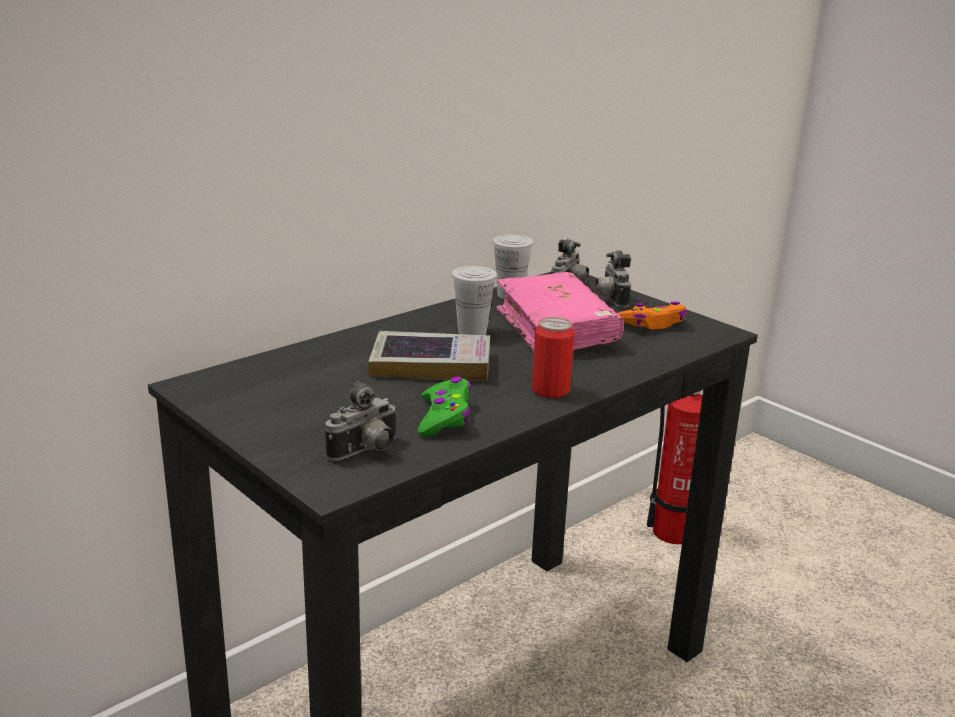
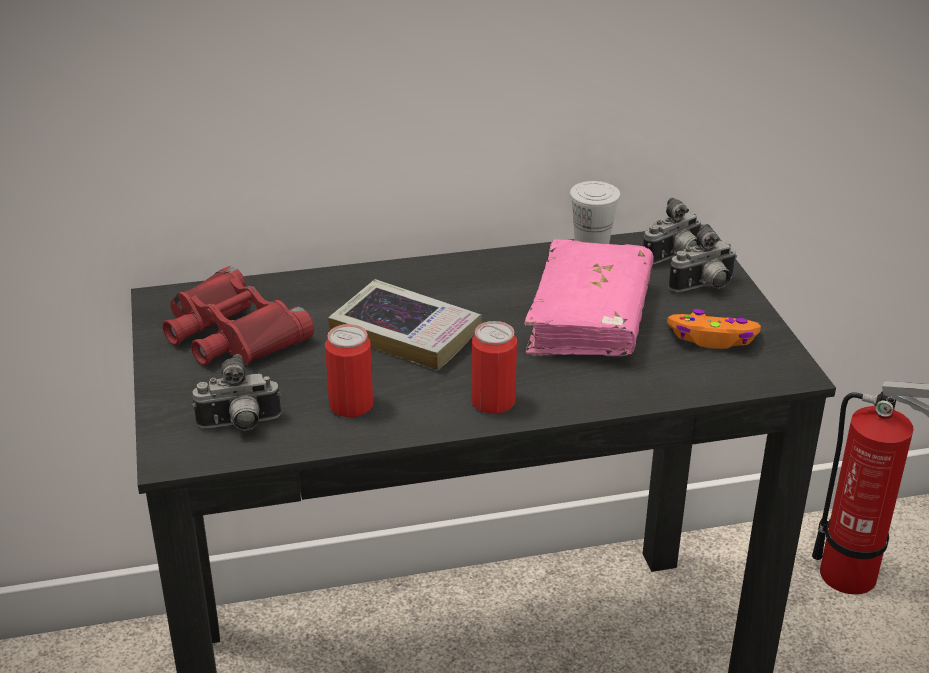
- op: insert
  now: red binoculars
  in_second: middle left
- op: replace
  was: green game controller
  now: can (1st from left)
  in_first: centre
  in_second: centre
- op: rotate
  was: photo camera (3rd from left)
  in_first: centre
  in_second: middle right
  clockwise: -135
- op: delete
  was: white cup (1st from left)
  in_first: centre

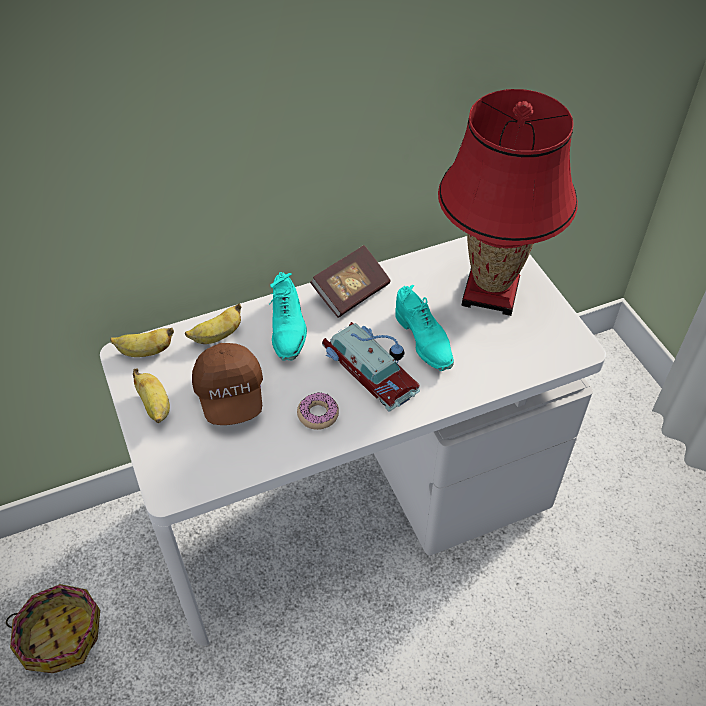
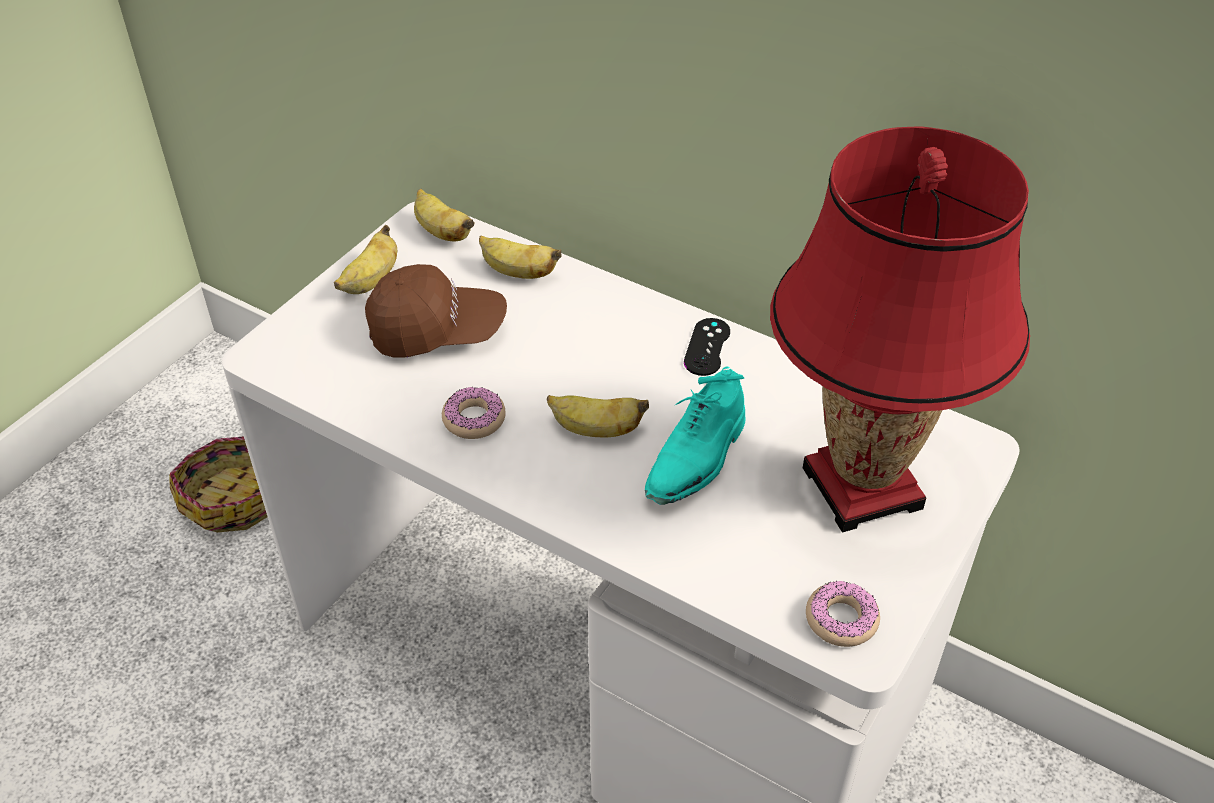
- op: rotate
  was: brown cap
  in_first: middle left
  in_second: centre
  clockwise: -135
- op: replace
  was: toy car
  now: banana (4th from left)
  in_first: centre
  in_second: centre
- op: replace
  was: book
  now: black game controller
  in_first: centre
  in_second: centre
- op: insert
  now: donut (2nd from left)
  in_second: bottom right
- op: delete
  was: turquoise shoe (1st from left)
  in_first: centre

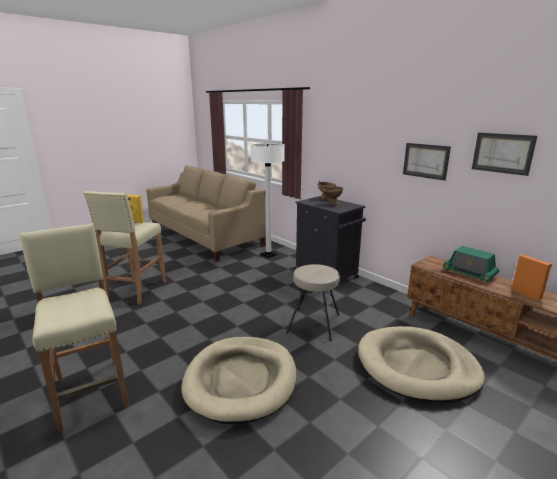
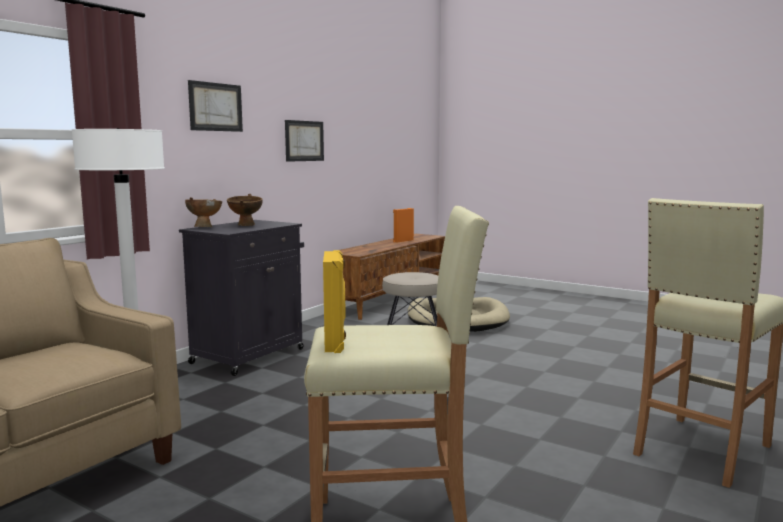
- op: move
  was: picture (2nd from left in the first image)
  now: picture (1st from left)
  in_first: top right
  in_second: top left
- op: delete
  was: beige dog bed (1st from left)
  in_first: bottom centre
- op: delete
  was: radio
  in_first: middle right

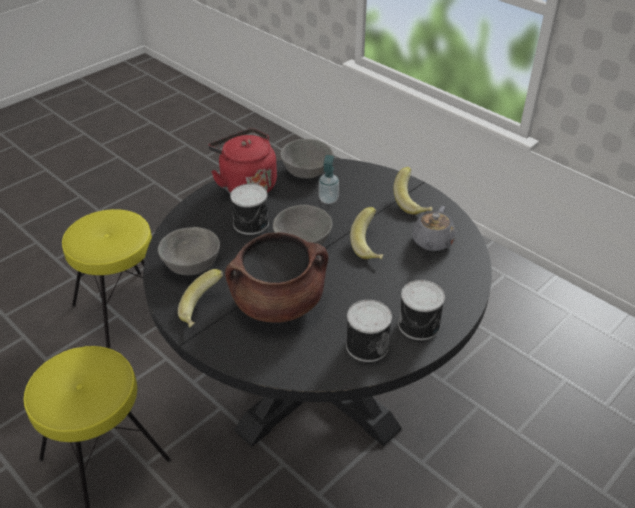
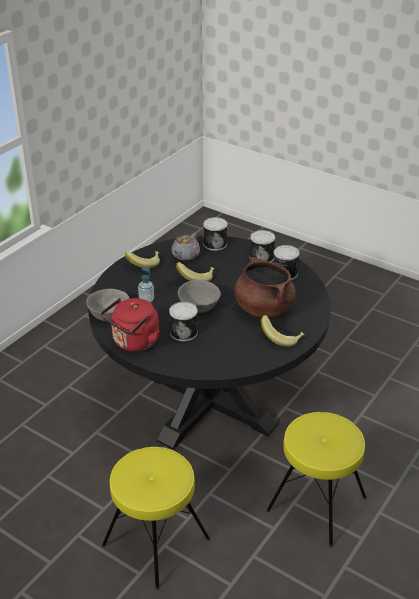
- op: rotate
  was: grey teapot
  in_first: middle right
  in_second: centre
  clockwise: 105
- op: insert
  now: can (2nd from left)
  in_second: centre
- op: delete
  was: grey bowl (1st from left)
  in_first: middle left

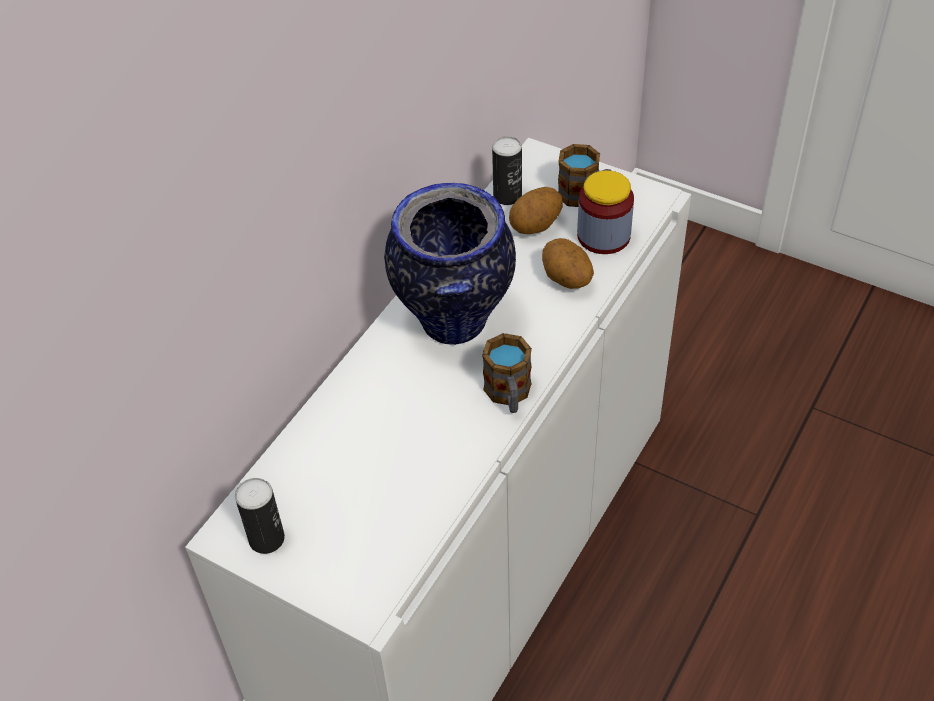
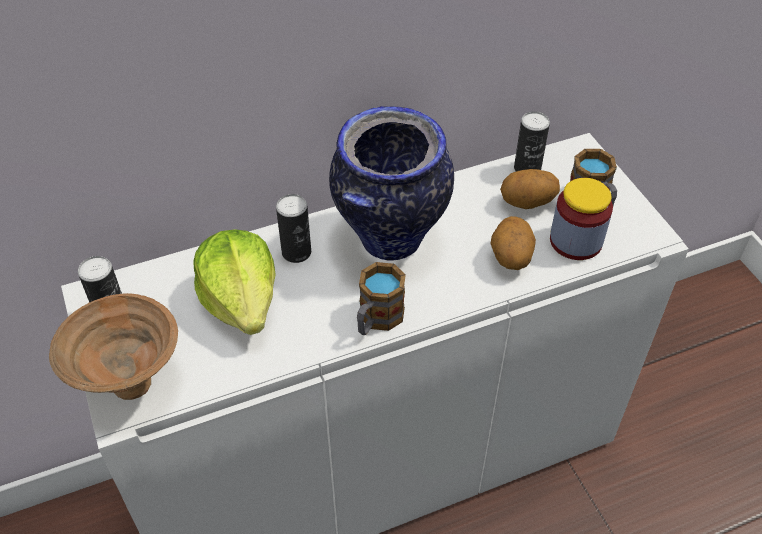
- op: insert
  now: brown bowl
  in_second: middle left
- op: insert
  now: lettuce
  in_second: middle left
- op: insert
  now: can (2nd from left)
  in_second: centre

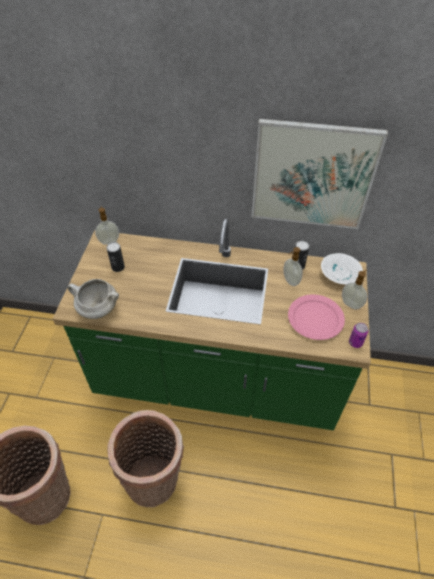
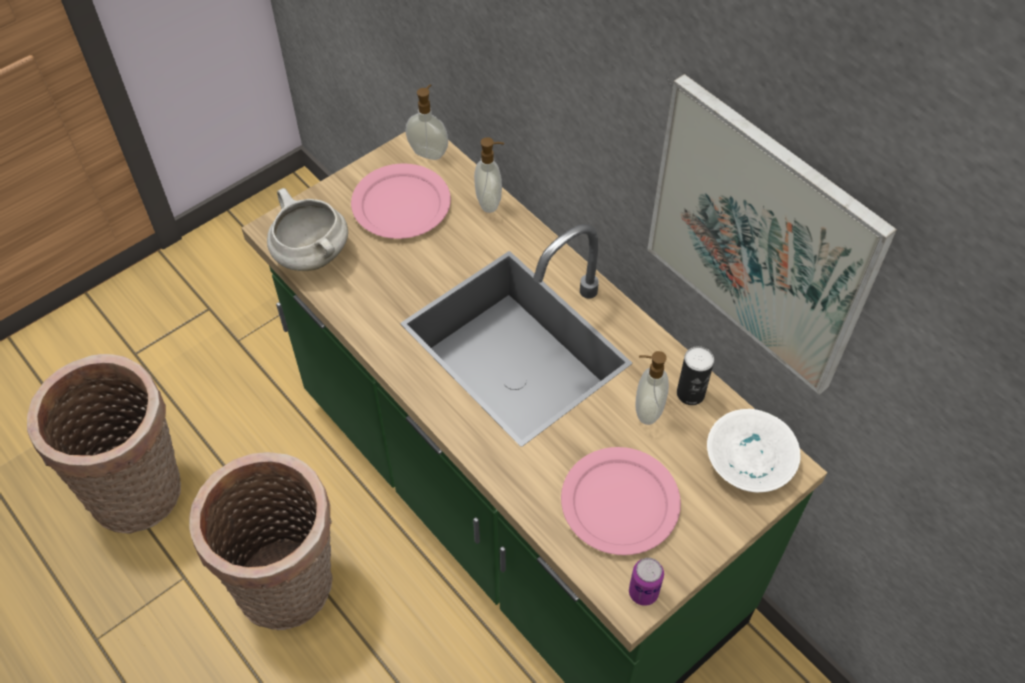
- op: replace
  was: can (1st from left)
  now: pink plate (1st from left)
  in_first: middle left
  in_second: top centre
- op: move
  was: soap dispenser (3rd from left in the first image)
  now: soap dispenser (2nd from left)
  in_first: middle right
  in_second: top centre

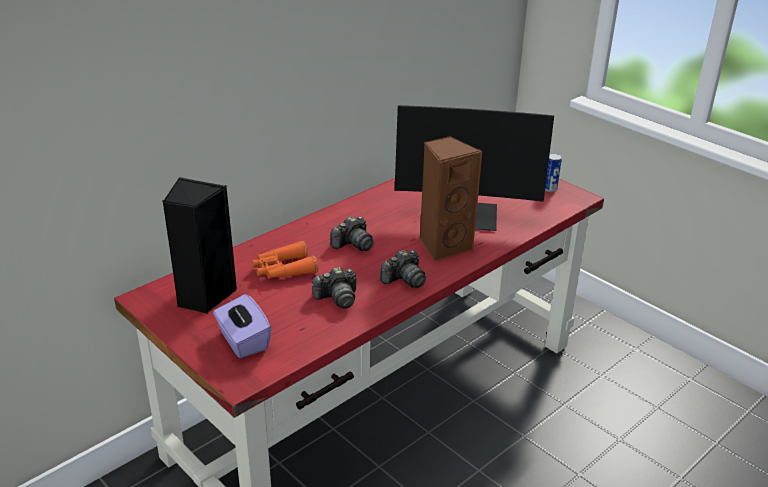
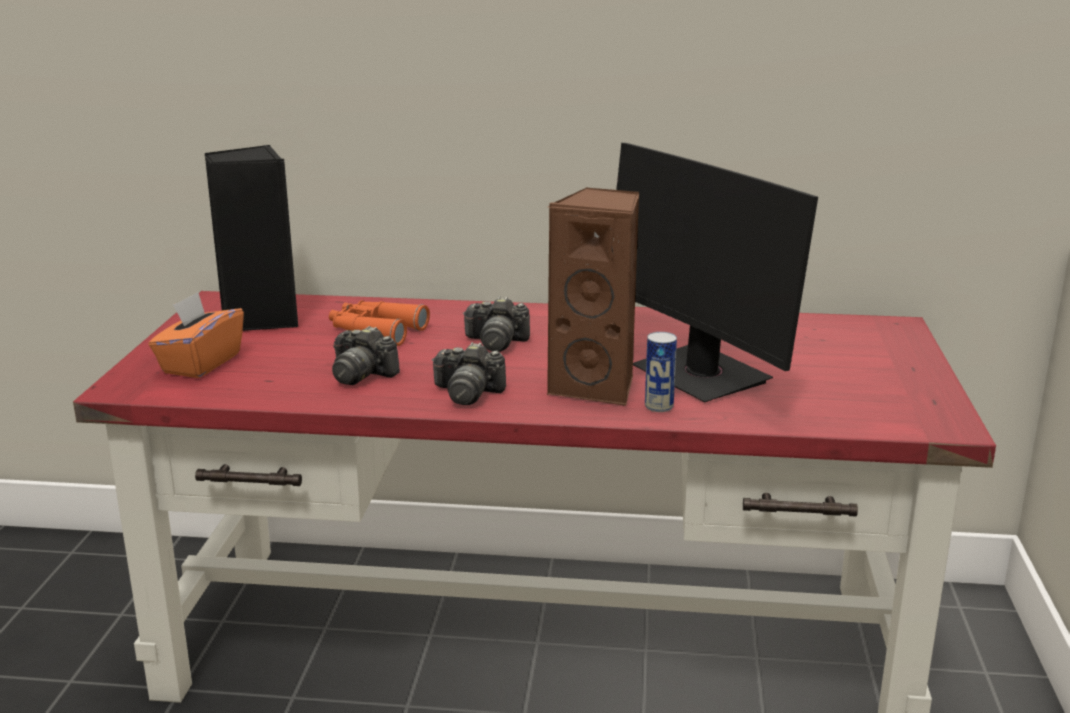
- op: recolor
  was: purple tissue box
  now: orange tissue box
  in_first: bottom left
  in_second: middle left
- op: move
  was: can
  in_first: middle right
  in_second: centre

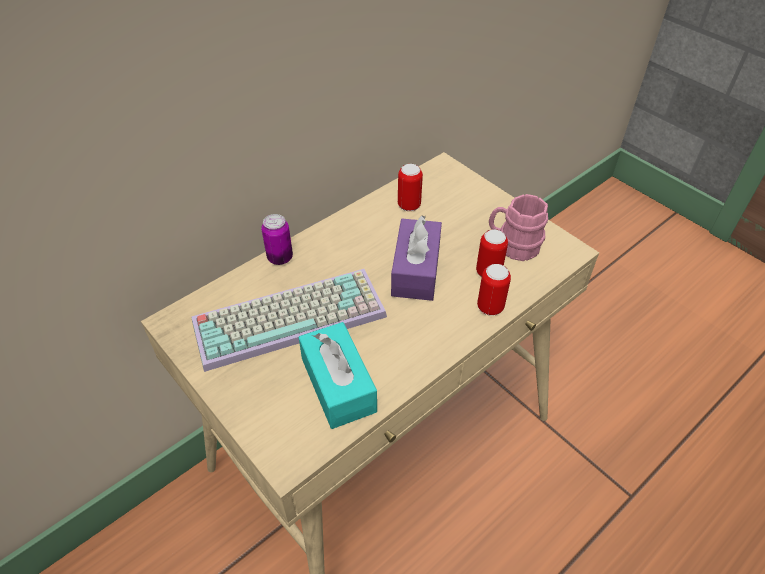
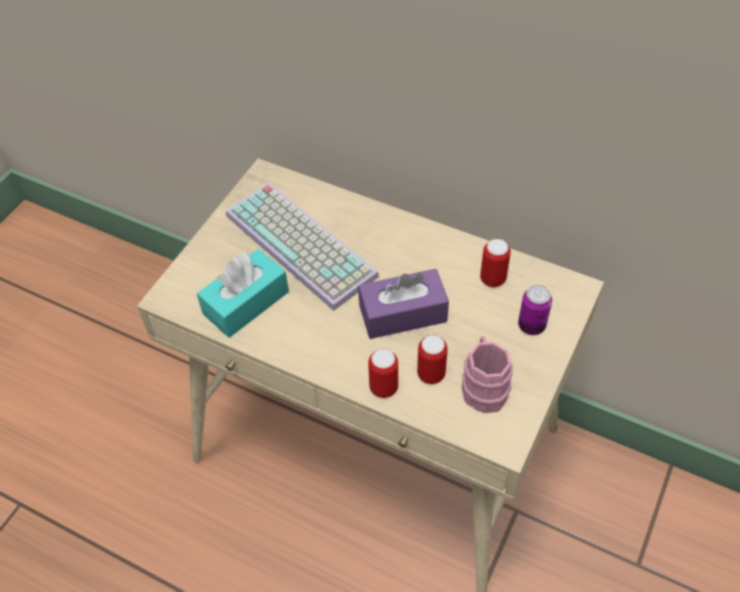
- op: move
  was: can (1st from left in the first image)
  now: can (4th from left)
  in_first: centre
  in_second: middle right

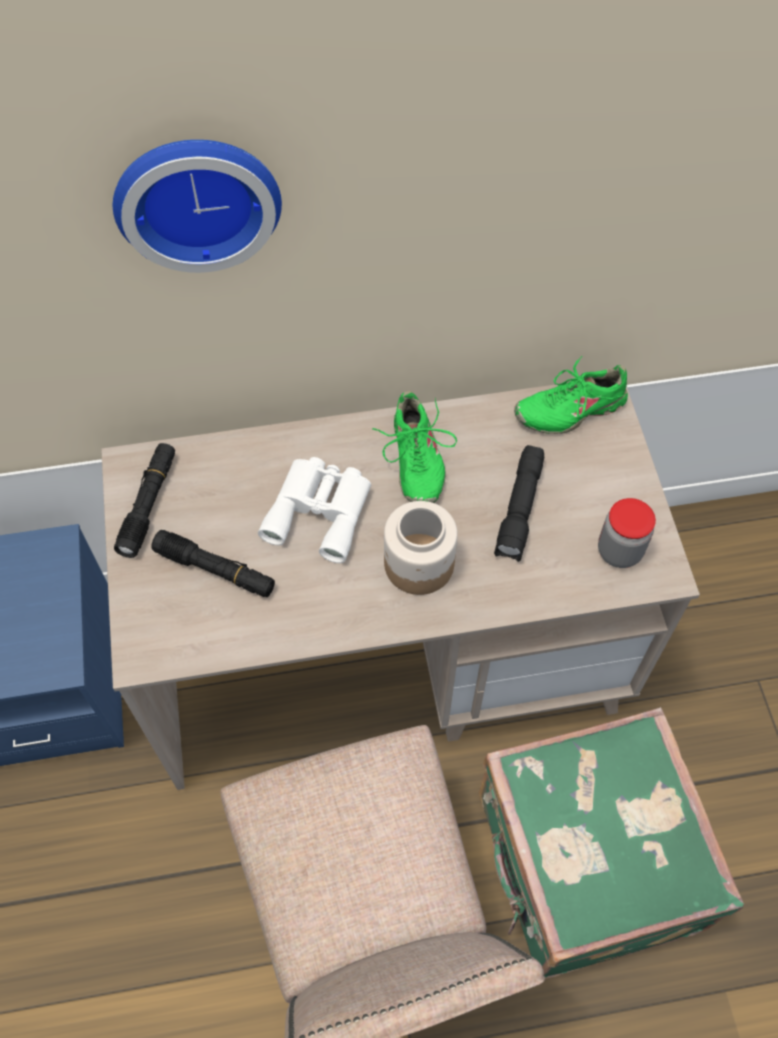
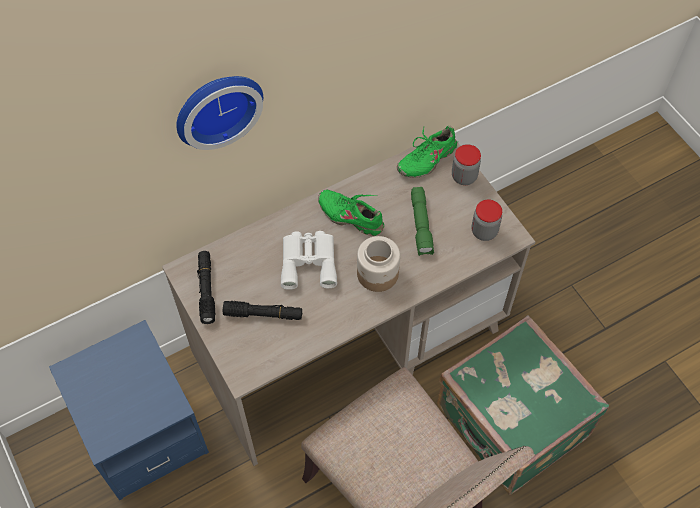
- op: rotate
  was: green shoe (1st from left)
  in_first: centre
  in_second: centre
  clockwise: 150
- op: recolor
  was: black flashlight (3rd from left)
  now: green flashlight
  in_first: middle right
  in_second: centre
- op: insert
  now: jar (2nd from left)
  in_second: top centre

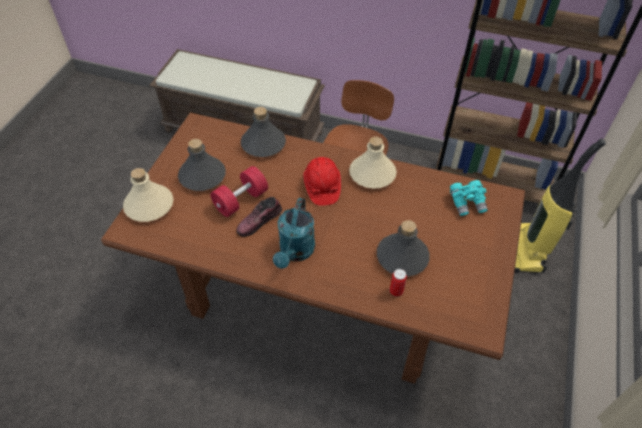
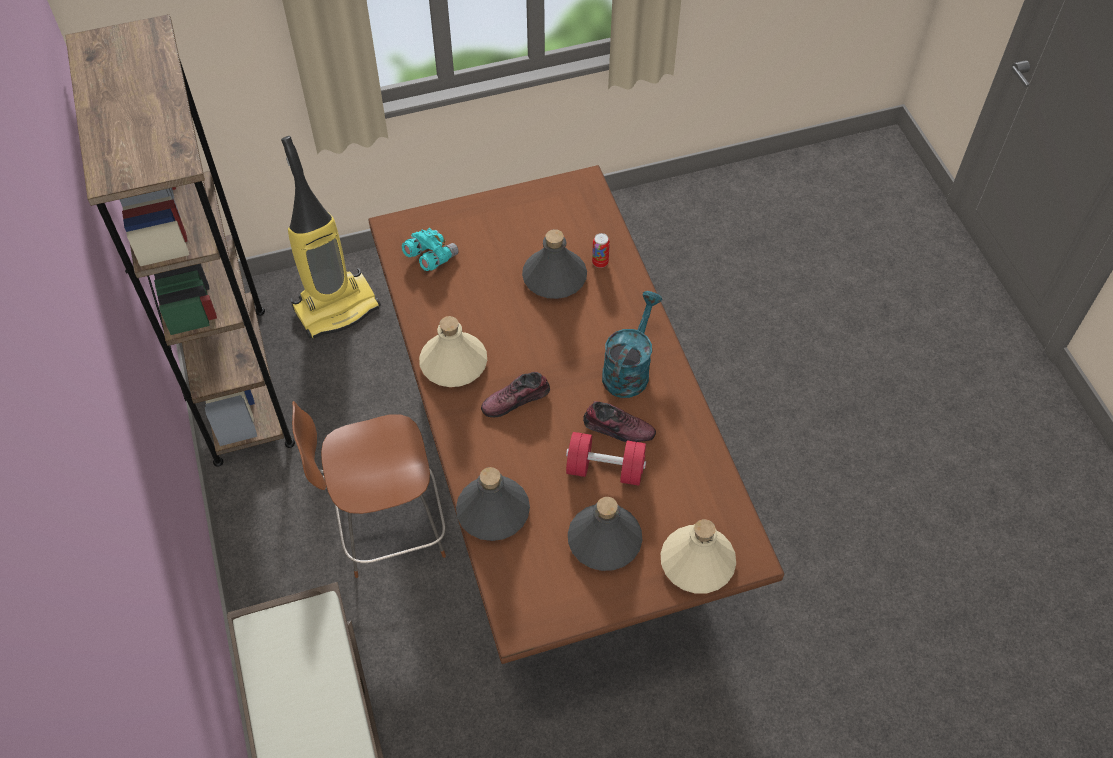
- op: replace
  was: red hard hat
  now: shoe (1st from left)
  in_first: centre
  in_second: centre
- op: rotate
  was: turquoise watering can
  in_first: centre
  in_second: centre
  clockwise: -45

